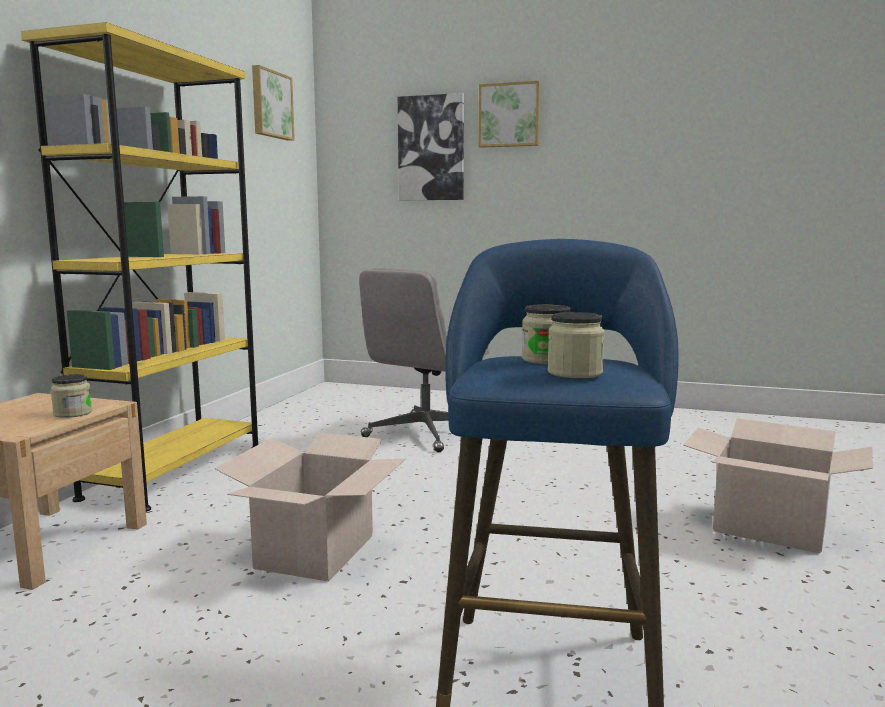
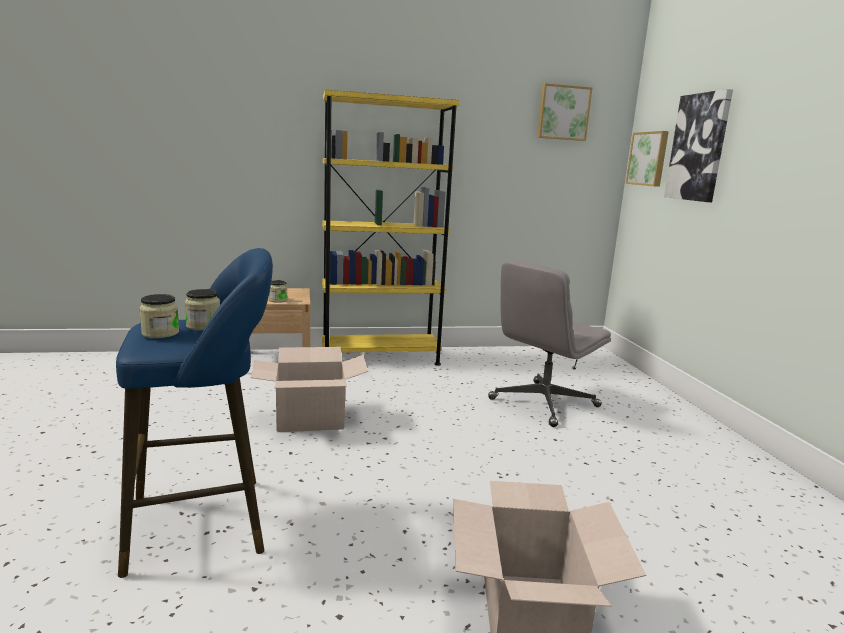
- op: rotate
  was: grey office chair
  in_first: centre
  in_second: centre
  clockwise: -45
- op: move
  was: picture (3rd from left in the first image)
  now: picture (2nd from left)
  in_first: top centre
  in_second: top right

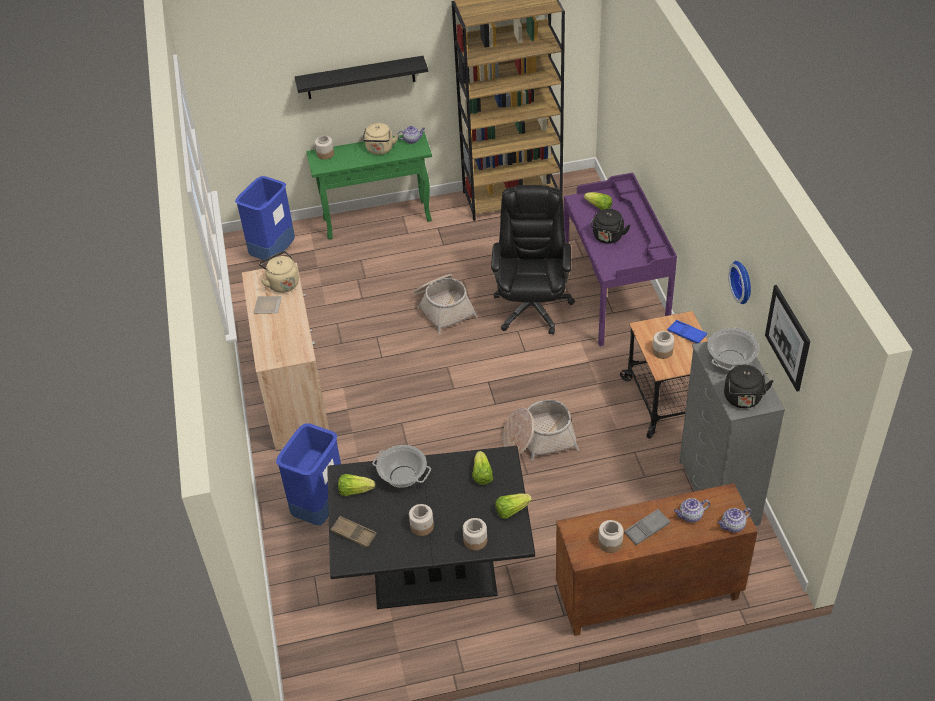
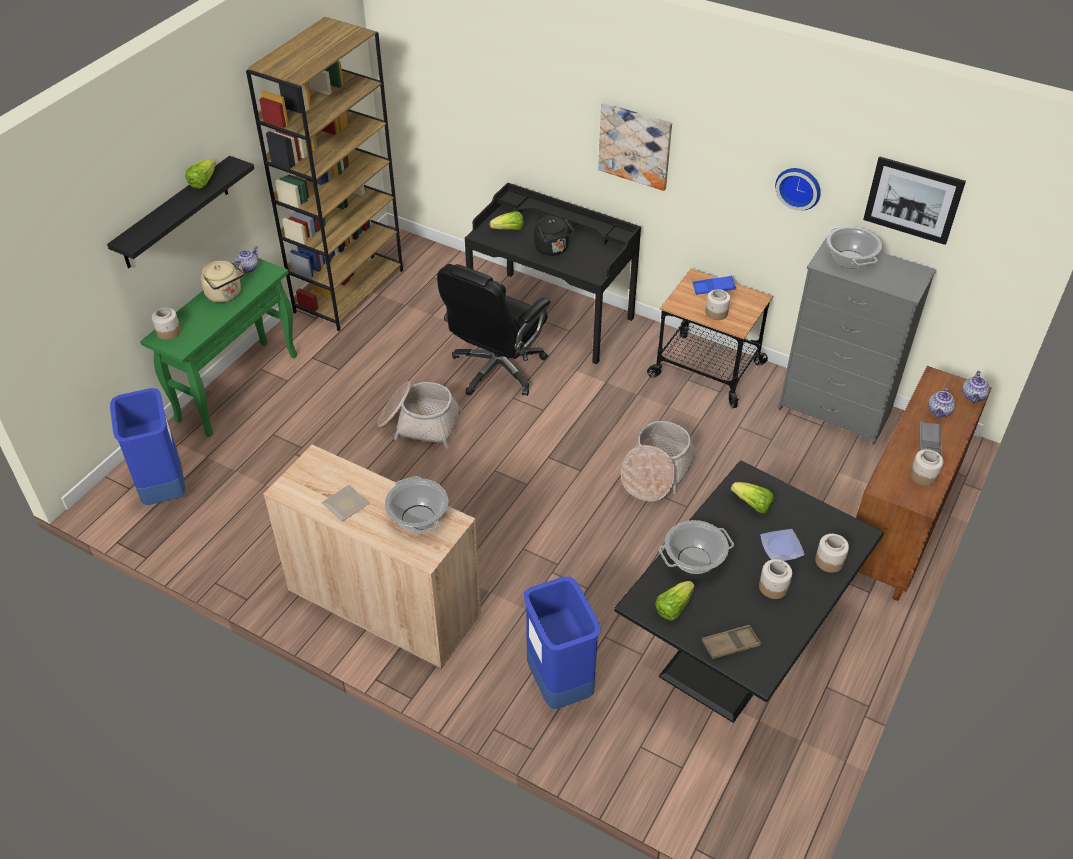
- op: move
  was: lettuce (3rd from left in the first image)
  now: lettuce (1st from left)
  in_first: bottom centre
  in_second: top left
- op: insert
  now: cooking pot (1st from left)
  in_second: centre
- op: rotate
  was: black office chair
  in_first: centre
  in_second: centre
  clockwise: -105
- op: recolor
  was: purple desk
  now: black desk
  in_first: centre
  in_second: top centre
- op: insert
  now: picture (1st from left)
  in_second: top centre
- op: insert
  now: plate (2nd from left)
  in_second: middle right
- op: delete
  was: beige kettle (1st from left)
  in_first: middle left
- op: delete
  was: black kettle (2nd from left)
  in_first: middle right

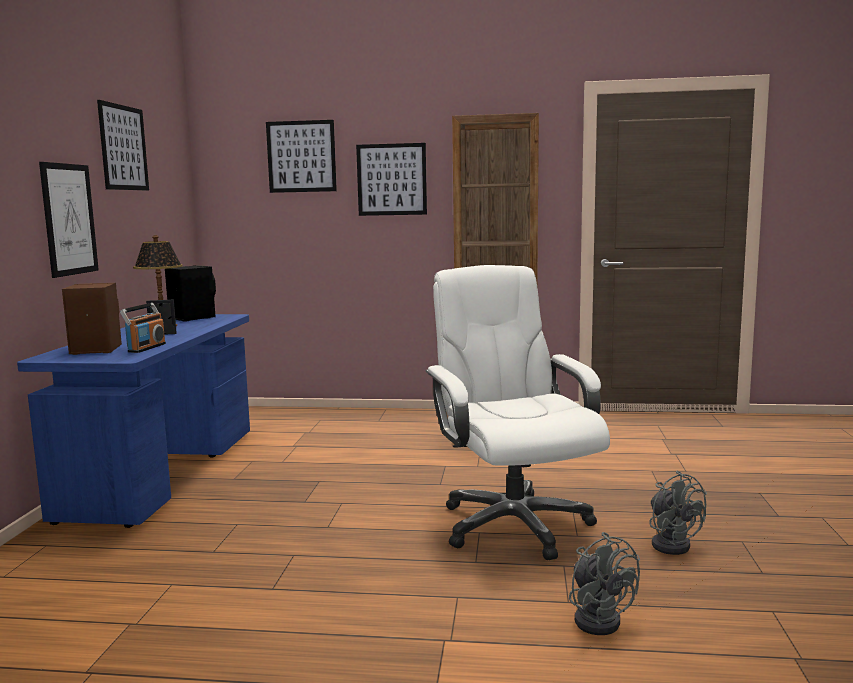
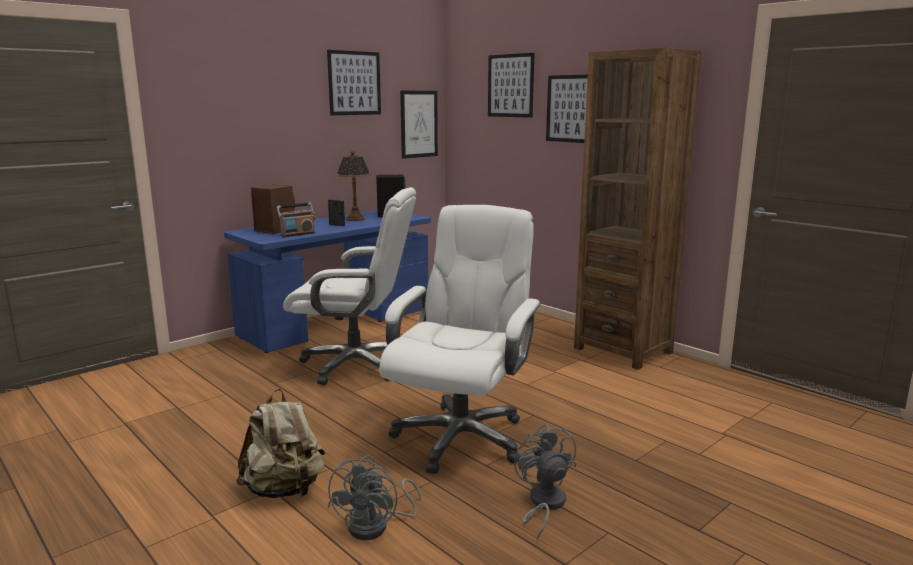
- op: insert
  now: beige backpack
  in_second: bottom left
- op: insert
  now: white office chair (1st from left)
  in_second: centre
- op: move
  was: picture (1st from left in the first image)
  now: picture (2nd from left)
  in_first: top left
  in_second: top centre
- op: rotate
  was: grey fan (2nd from left)
  in_first: bottom right
  in_second: bottom centre
  clockwise: 150

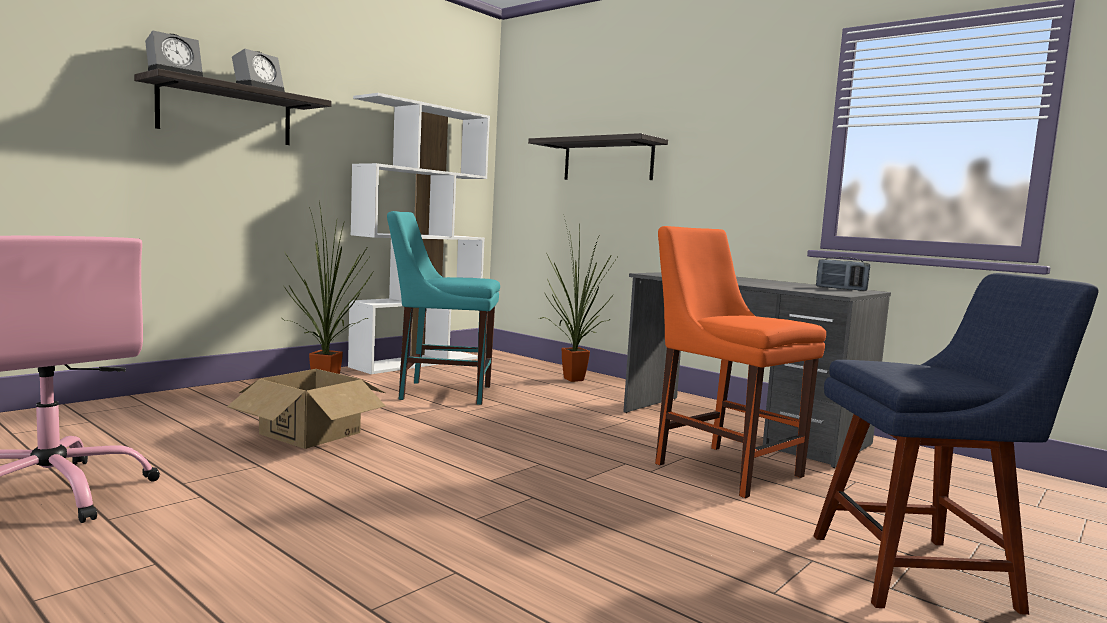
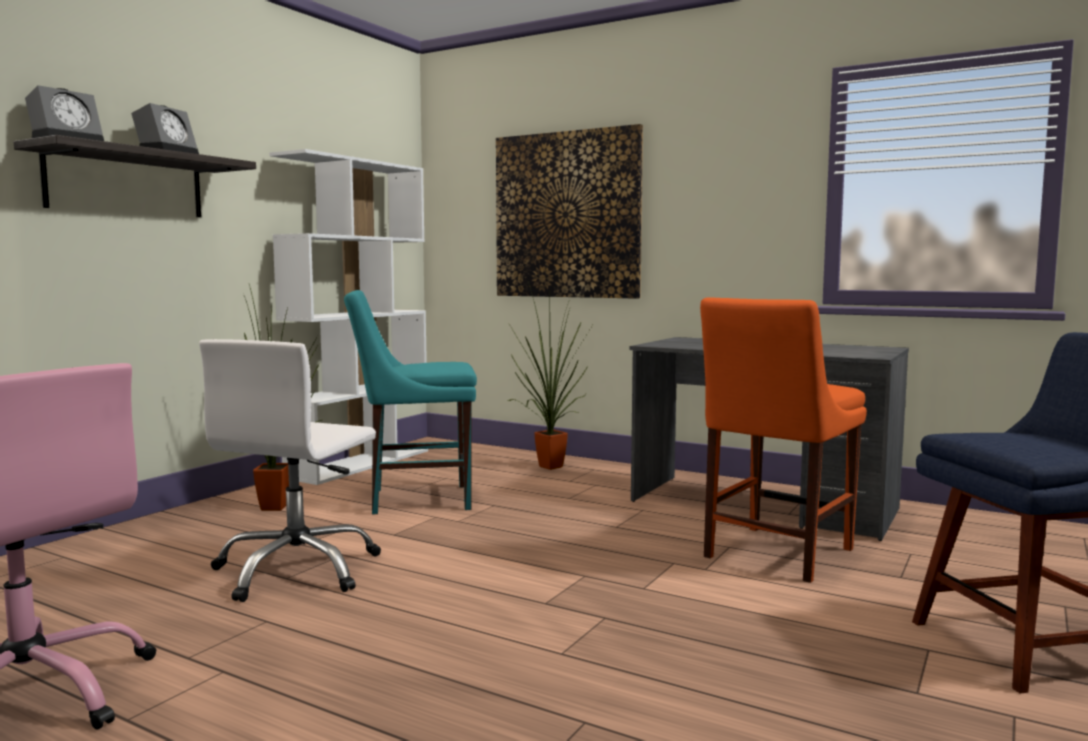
- op: replace
  was: cardboard box
  now: white office chair
  in_first: middle left
  in_second: middle left
- op: replace
  was: shelf (2nd from left)
  now: picture
  in_first: top centre
  in_second: top centre
- op: rotate
  was: orange chair
  in_first: middle right
  in_second: middle right
  clockwise: -90
- op: delete
  was: radio
  in_first: middle right

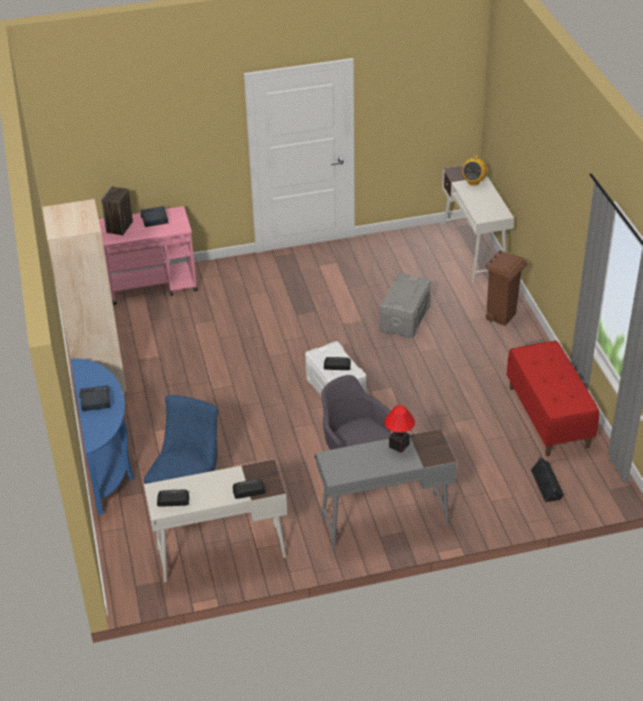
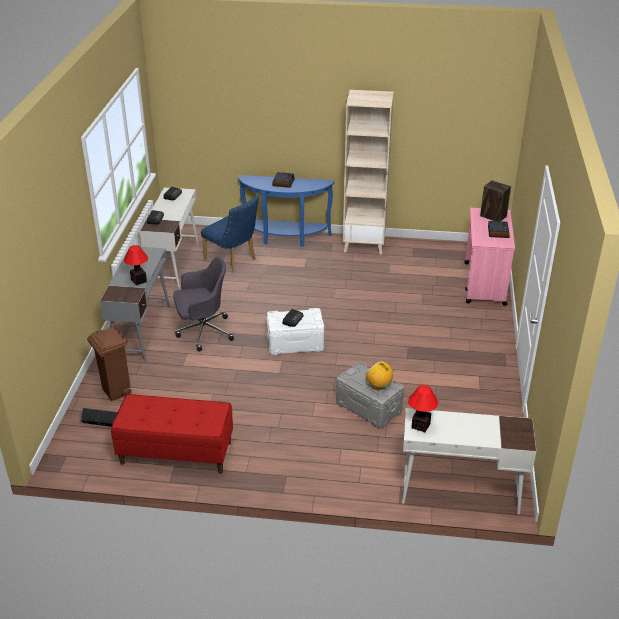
- op: move
  was: brown trash can
  in_first: middle right
  in_second: middle left
- op: move
  was: radio (4th from left)
  in_first: top right
  in_second: centre
- op: insert
  now: table lamp (2nd from left)
  in_second: middle right

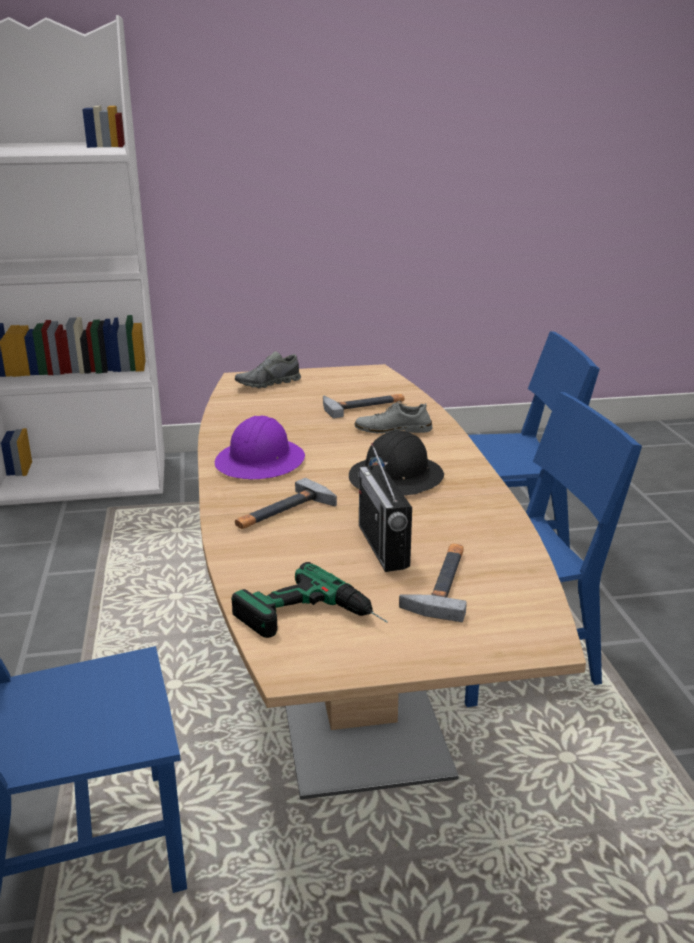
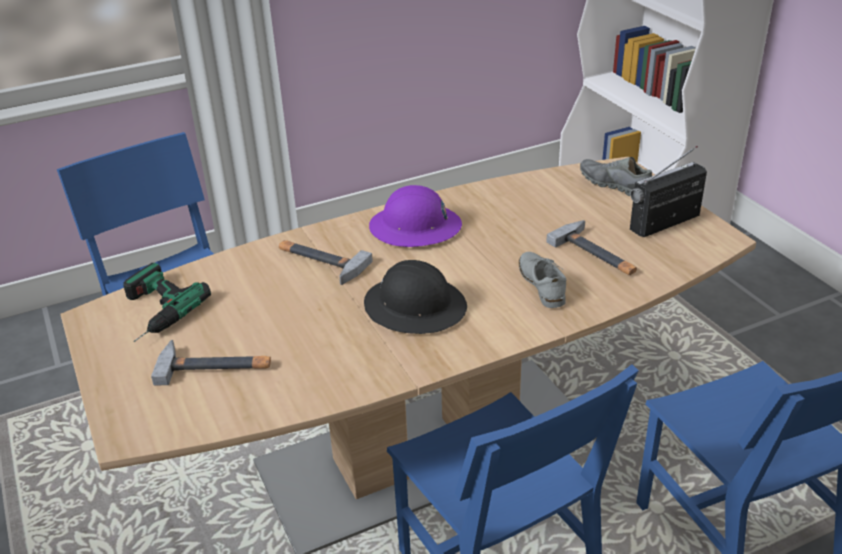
- op: move
  was: radio
  in_first: centre
  in_second: middle right

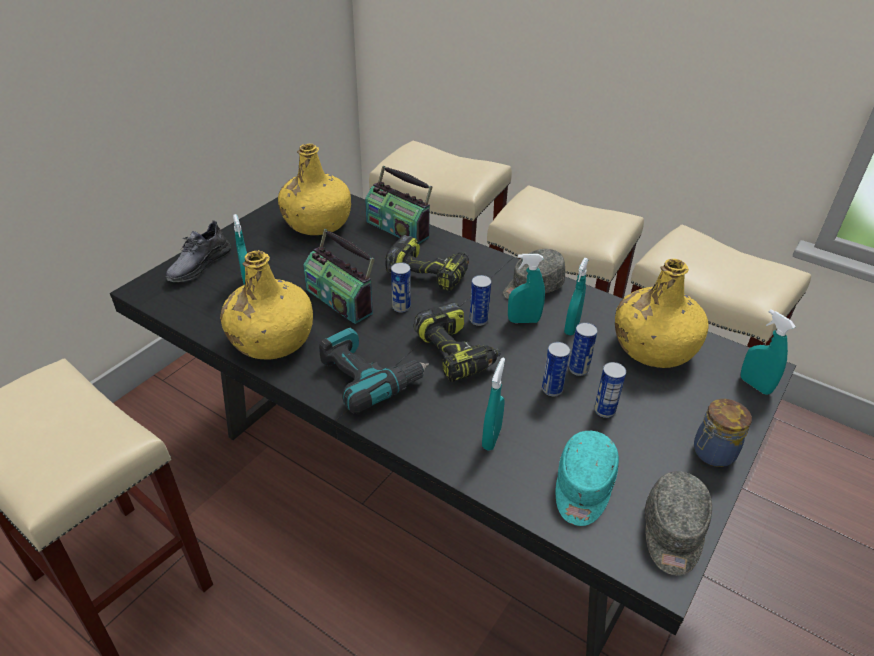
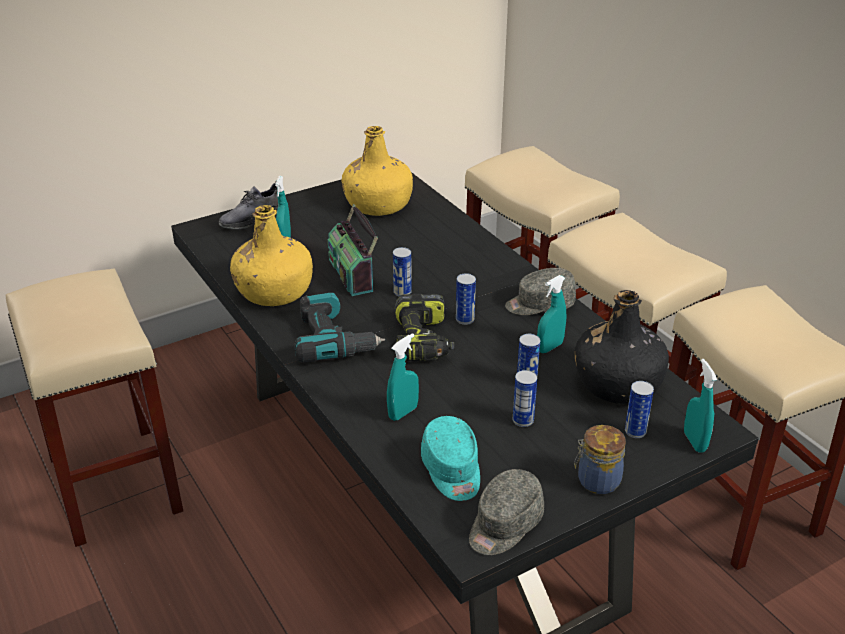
- op: rotate
  was: turquoise cap
  in_first: bottom right
  in_second: bottom centre
  clockwise: -60
- op: recolor
  was: yellow bottle (3rd from left)
  now: black bottle
  in_first: middle right
  in_second: middle right
- op: move
  was: can (3rd from left in the first image)
  now: can (5th from left)
  in_first: centre
  in_second: middle right
- op: delete
  was: radio (2nd from left)
  in_first: top centre
- op: delete
  was: power drill (2nd from left)
  in_first: centre
- op: delete
  was: turquoise spray bottle (3rd from left)
  in_first: centre

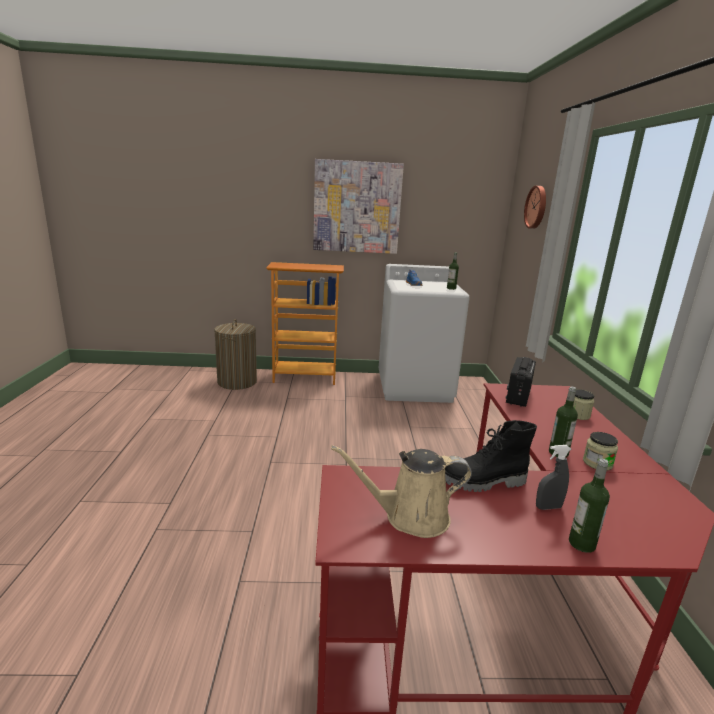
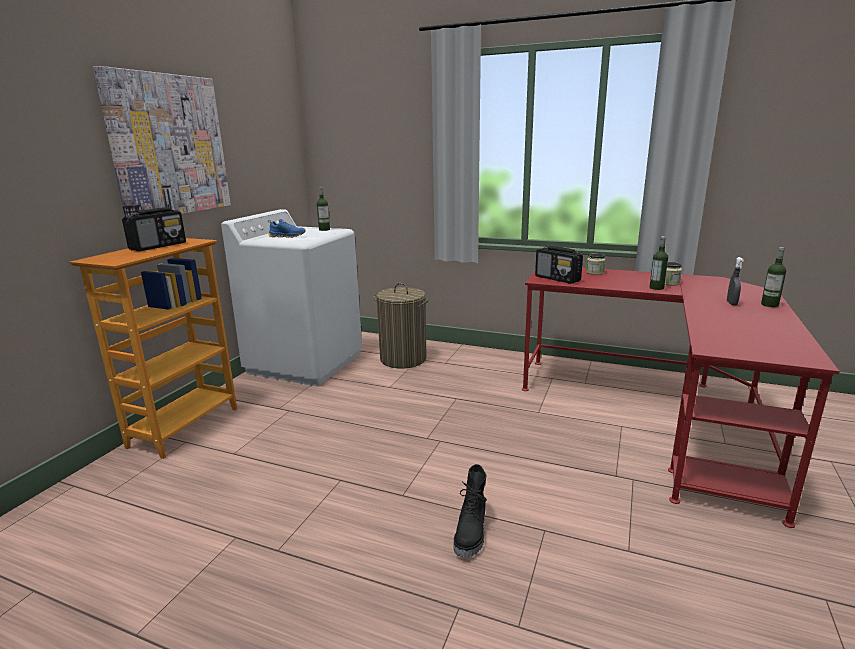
- op: insert
  now: radio (1st from left)
  in_second: middle left
- op: move
  was: laundry basket
  in_first: middle left
  in_second: centre
- op: move
  was: black boot
  in_first: middle right
  in_second: bottom centre
- op: delete
  was: beige watering can
  in_first: bottom centre
- op: delete
  was: wall clock
  in_first: top right

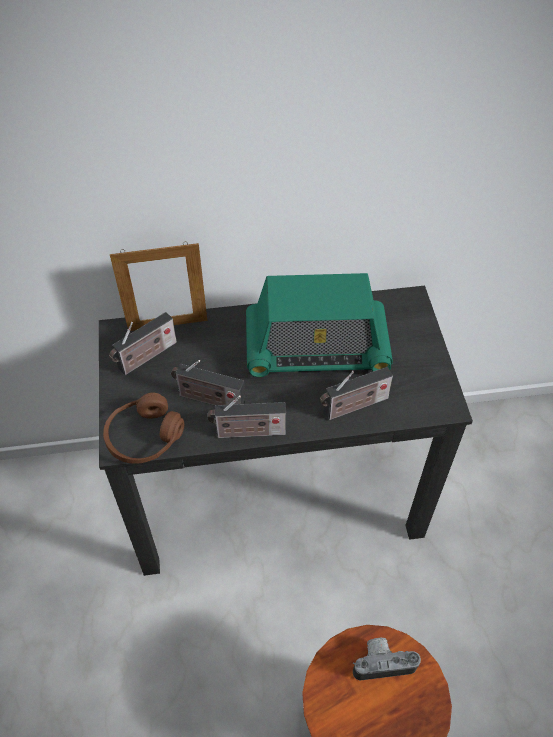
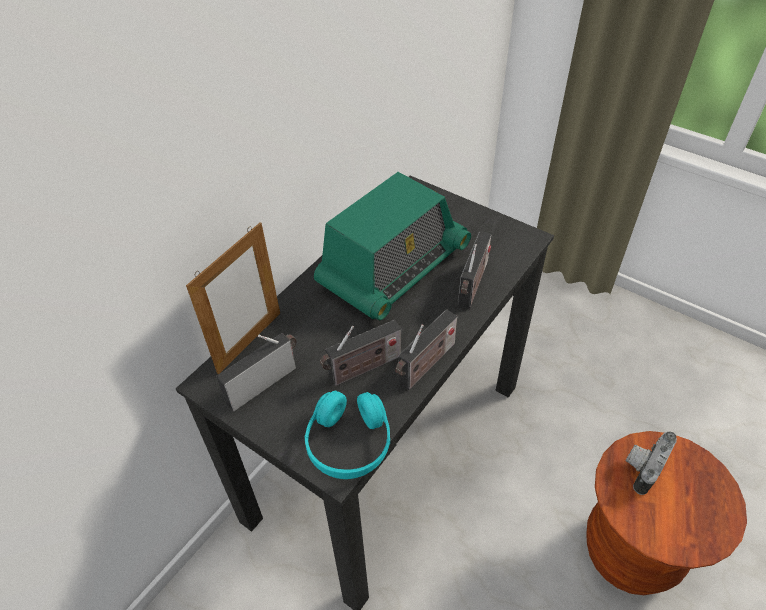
- op: rotate
  was: radio (1st from left)
  in_first: middle left
  in_second: centre
  clockwise: -135
- op: recolor
  was: brown headphones
  now: turquoise headphones
  in_first: middle left
  in_second: bottom centre

